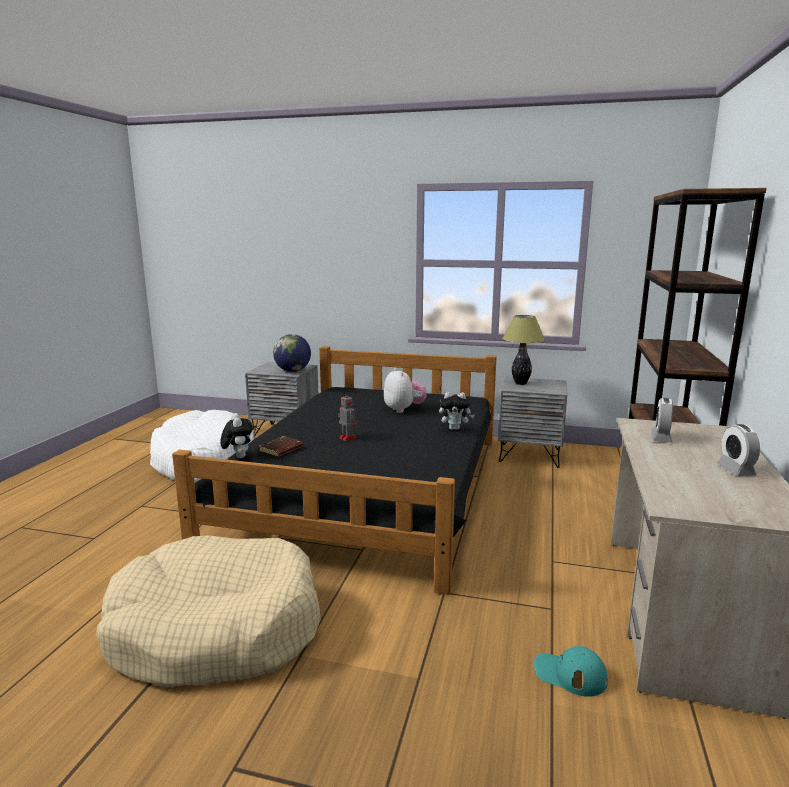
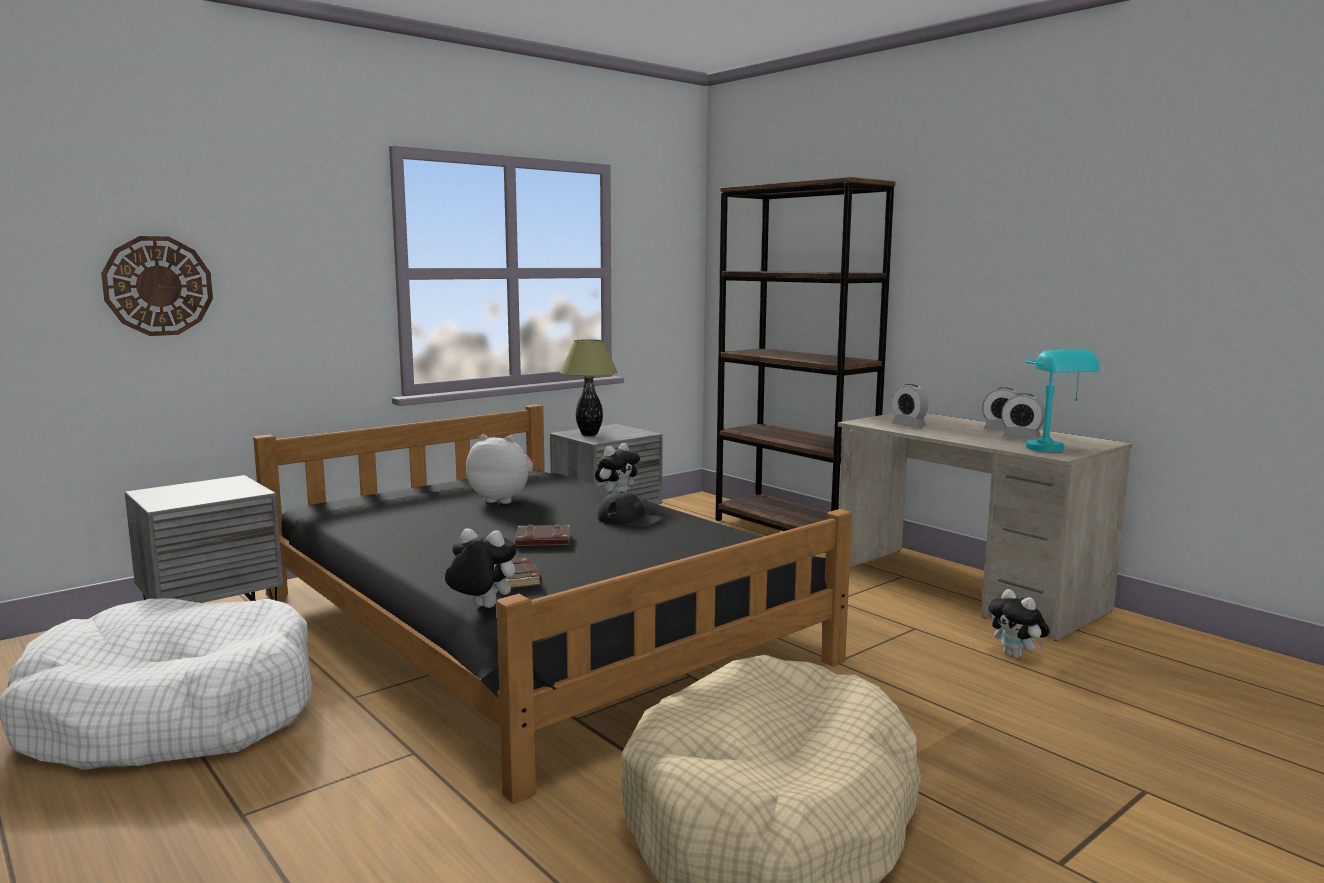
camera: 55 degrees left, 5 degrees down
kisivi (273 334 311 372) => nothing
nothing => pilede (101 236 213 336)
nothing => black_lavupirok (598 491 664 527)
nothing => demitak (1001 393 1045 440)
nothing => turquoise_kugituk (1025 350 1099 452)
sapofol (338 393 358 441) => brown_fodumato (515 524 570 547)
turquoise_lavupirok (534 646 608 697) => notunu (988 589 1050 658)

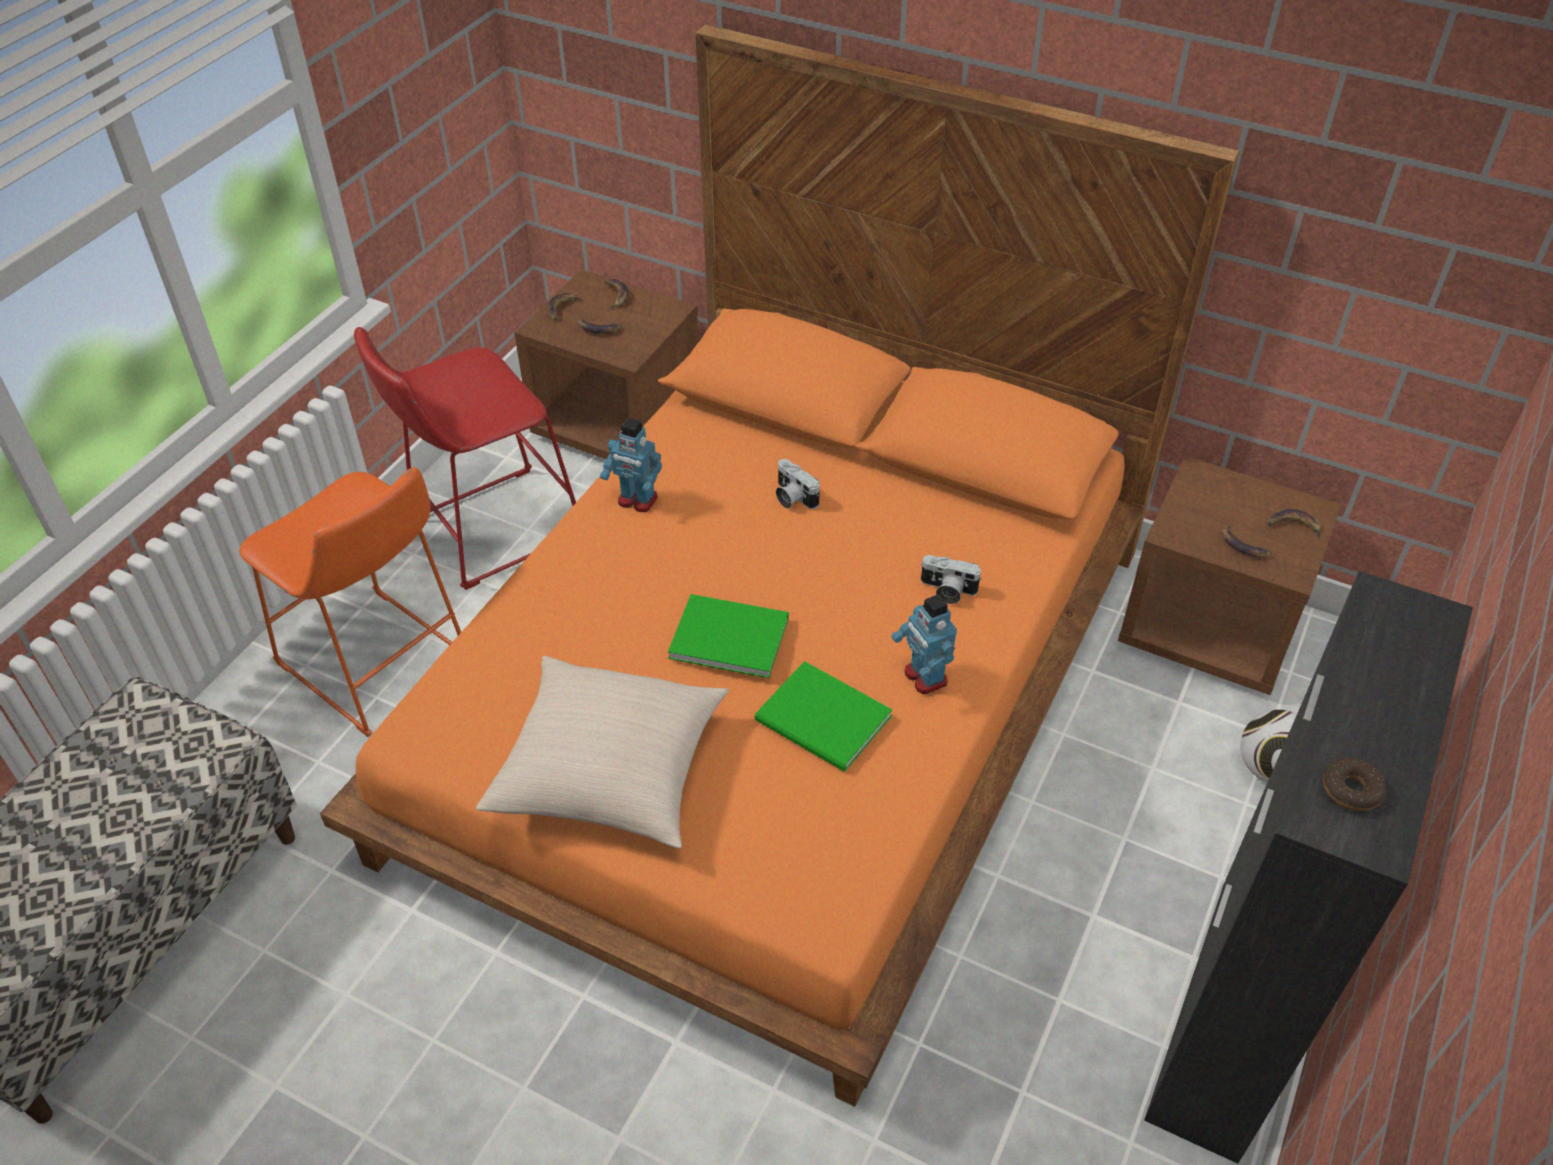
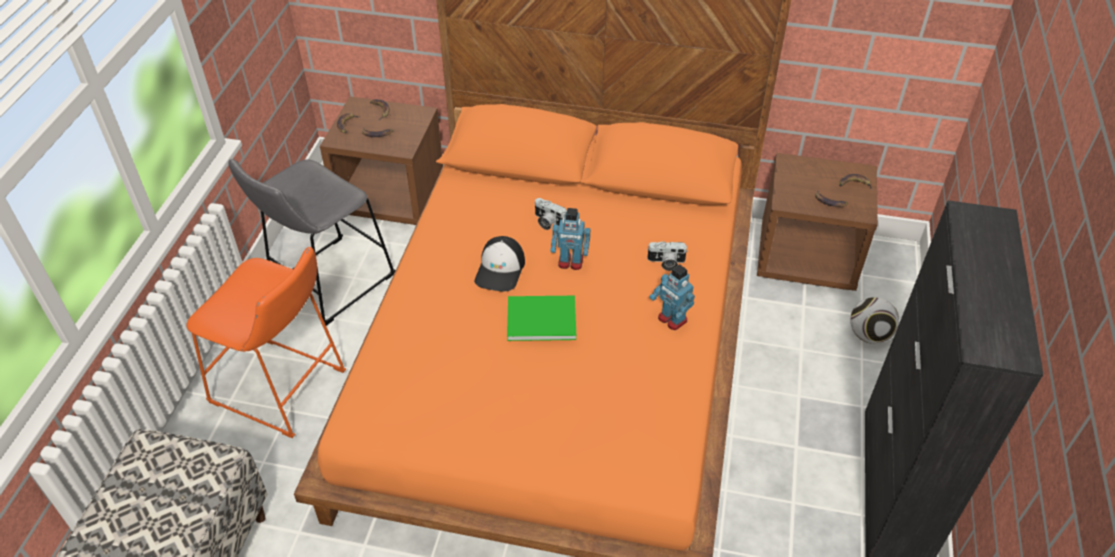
camera: 15 degrees left, 0 degrees up
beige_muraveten (476 656 729 849) => nothing
green_fodumato (755 661 892 772) => nothing
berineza (1323 758 1386 812) => nothing
nothing => lavupirok (474 236 525 292)
sapofol (600 418 662 512) => sapofol (550 208 590 270), shifted
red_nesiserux (354 327 576 590) => grey_nesiserux (228 159 395 326)

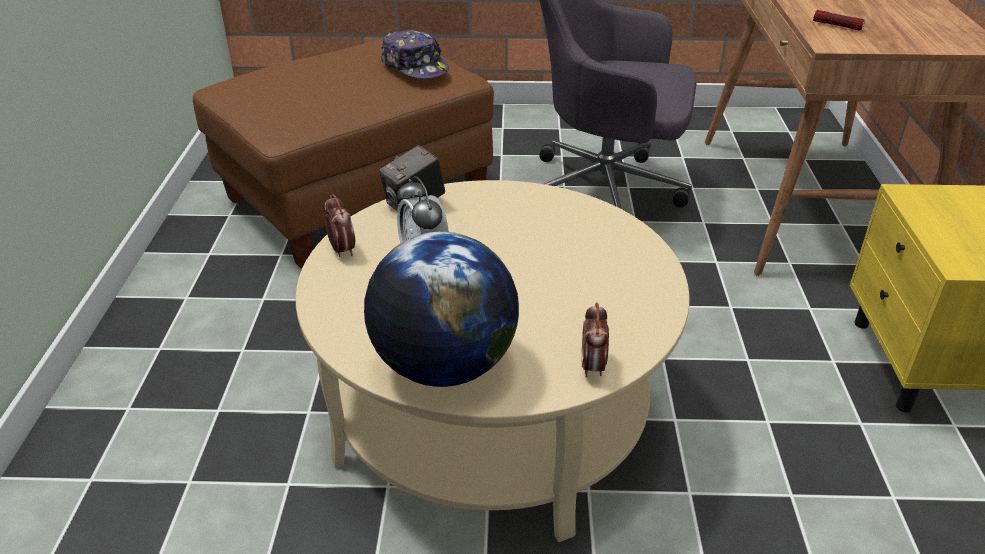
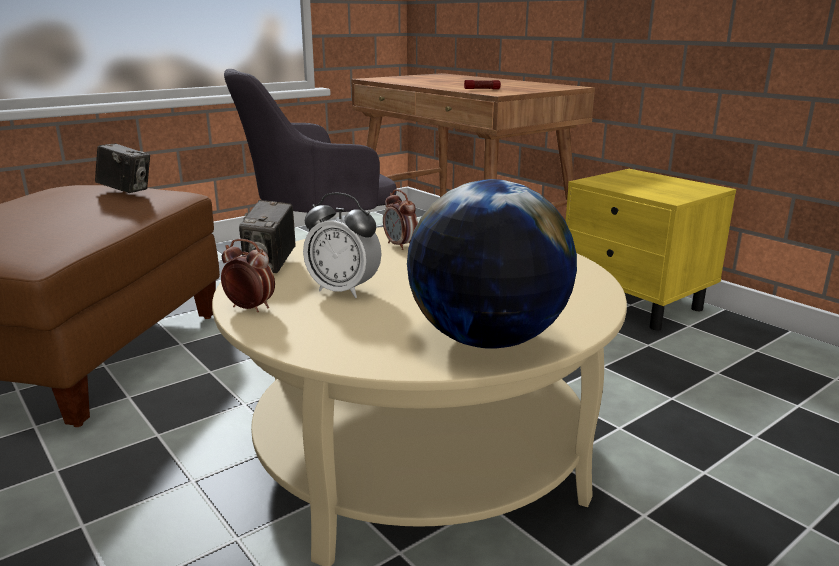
camera: 40 degrees left, 15 degrees down
demitak (582 302 609 377) => demitak (383 189 418 250), shifted
lavupirok (381 29 449 79) => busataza (95 143 150 193)

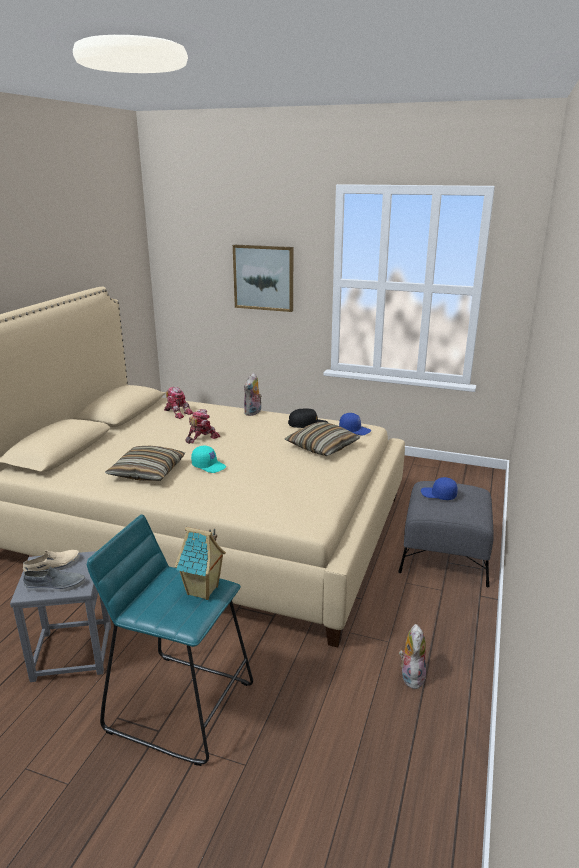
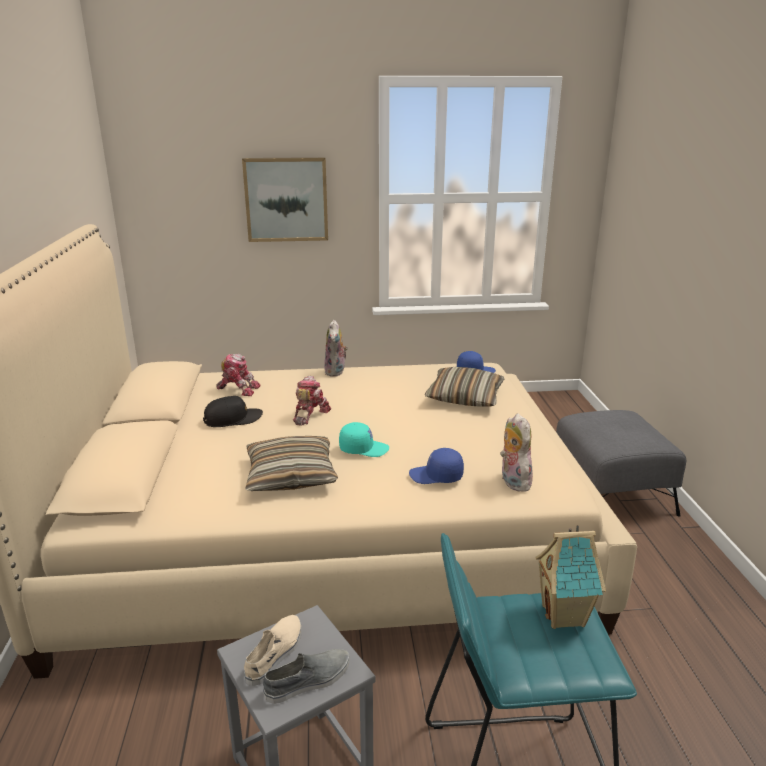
camera: 25 degrees left, 0 degrees up
black_lavupirok (288 409 328 428) => black_lavupirok (203 396 263 427), shifted
notunu (399 624 426 689) => notunu (500 413 533 492), shifted
blue_lavupirok (421 477 458 500) => blue_lavupirok (409 448 464 484), shifted

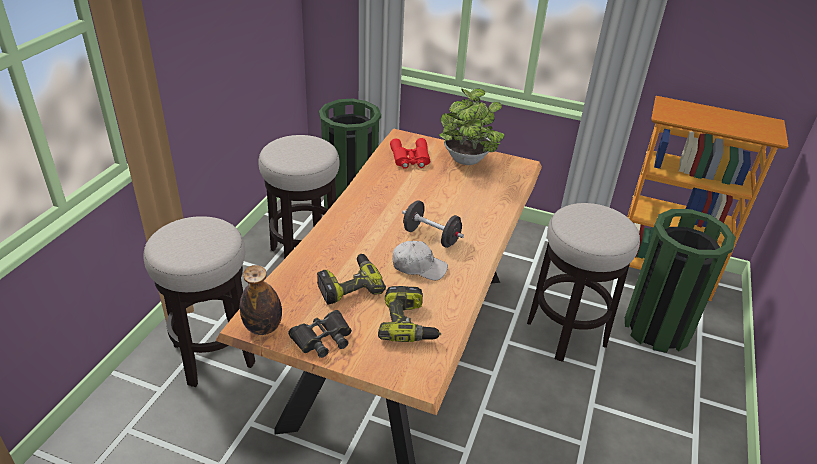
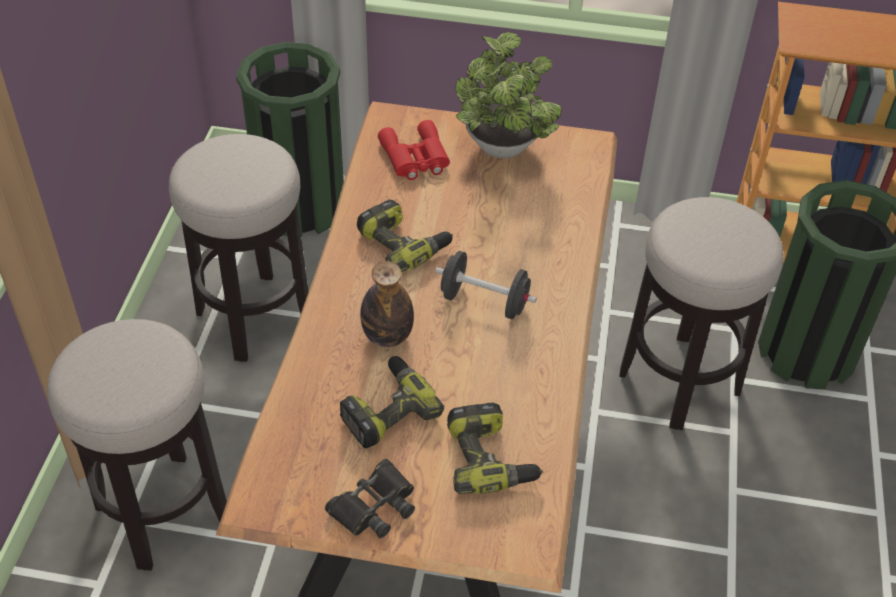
camera: 10 degrees left, 10 degrees up
white_lavupirok (393 241 448 281) => nothing
nothing => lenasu (357 200 453 272)
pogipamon (240 265 282 335) => pogipamon (360 261 414 347), shifted

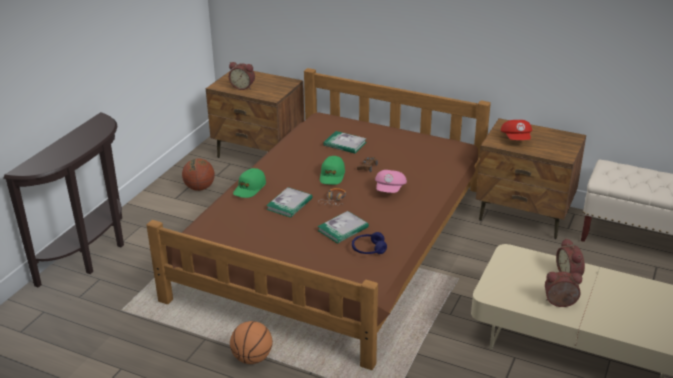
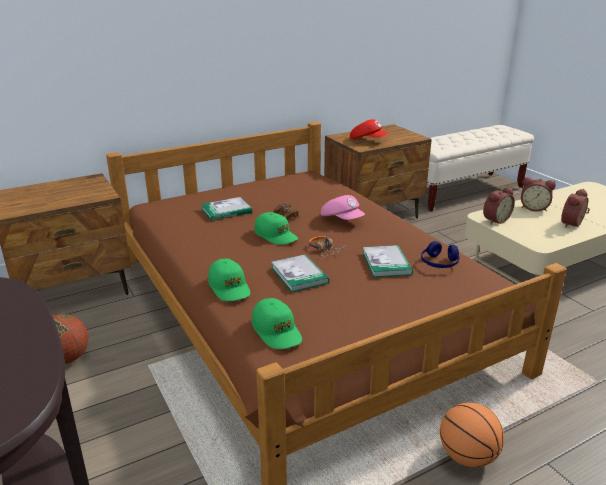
camera: 55 degrees left, 5 degrees down
nothing => green_lavupirok (252 298 302 349)
demitak (229 62 255 90) => demitak (483 187 515 225), shifted

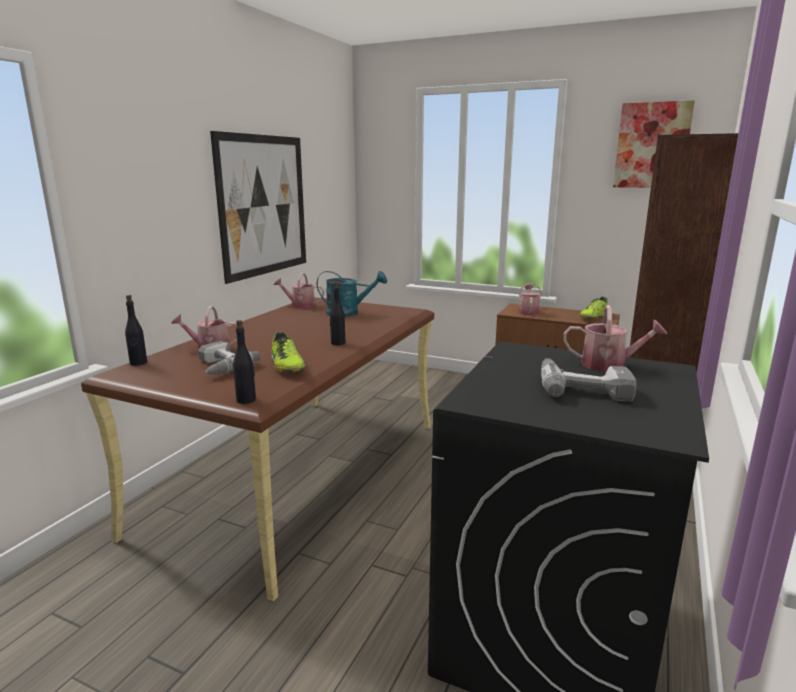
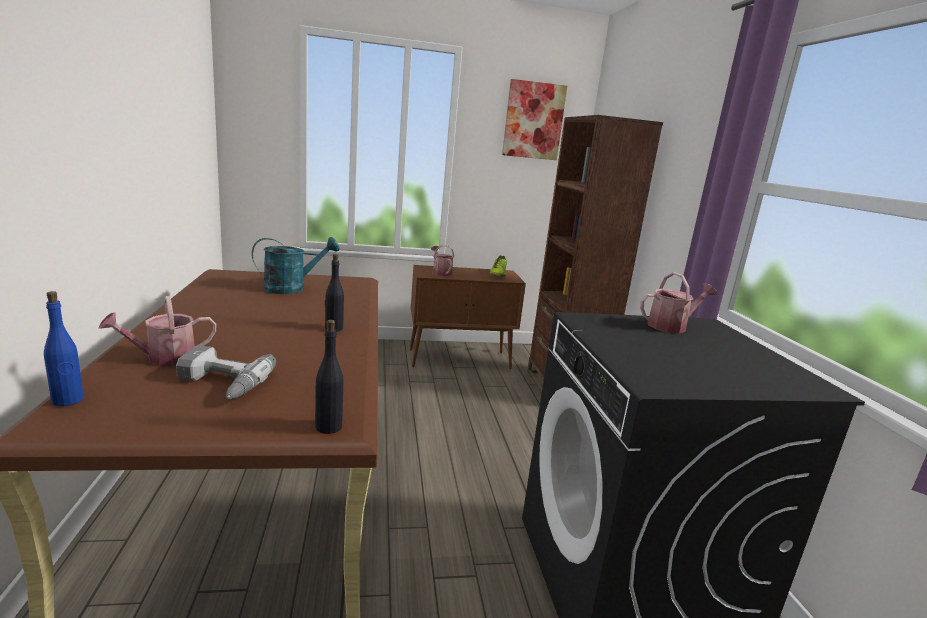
camera: 35 degrees left, 0 degrees up
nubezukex (210 131 306 284) => nothing
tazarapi (271 332 305 372) => nothing
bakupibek (273 273 324 308) => nothing
lenasu (541 358 637 402) => nothing
black_pogipamon (125 295 147 366) => blue_pogipamon (44 291 84 406)

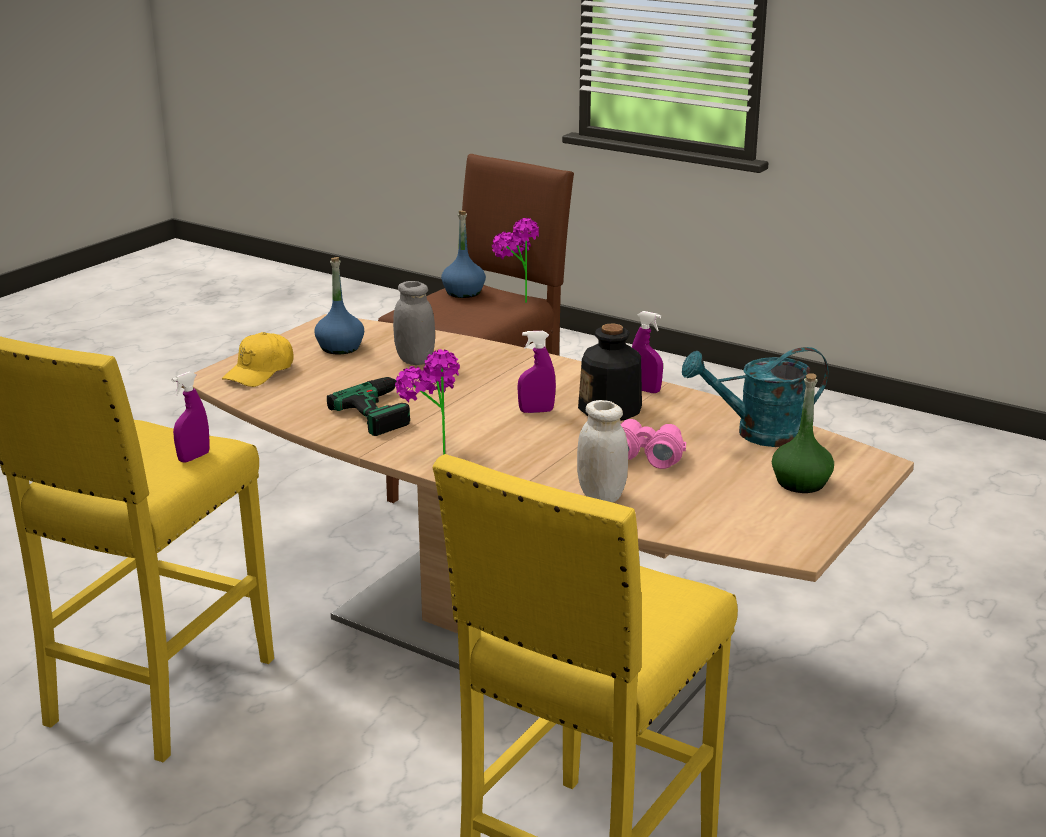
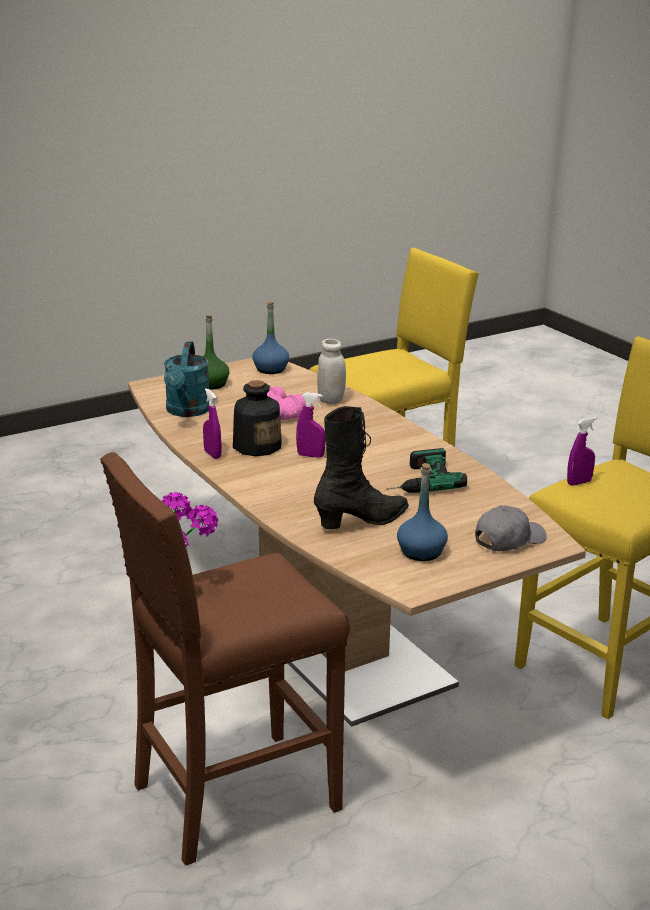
camera: 155 degrees left, 0 degrees up
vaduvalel (395 349 460 455) => nothing
blue_pogipamon (441 210 486 298) => blue_pogipamon (252 301 289 374), shifted
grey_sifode (393 281 435 365) => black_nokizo (314 406 409 529)
yellow_lavupirok (222 332 294 387) => grey_lavupirok (475 505 547 551)
turquoise_bakupibek (682 347 828 447) => turquoise_bakupibek (164 341 209 417), 75 degrees clockwise

